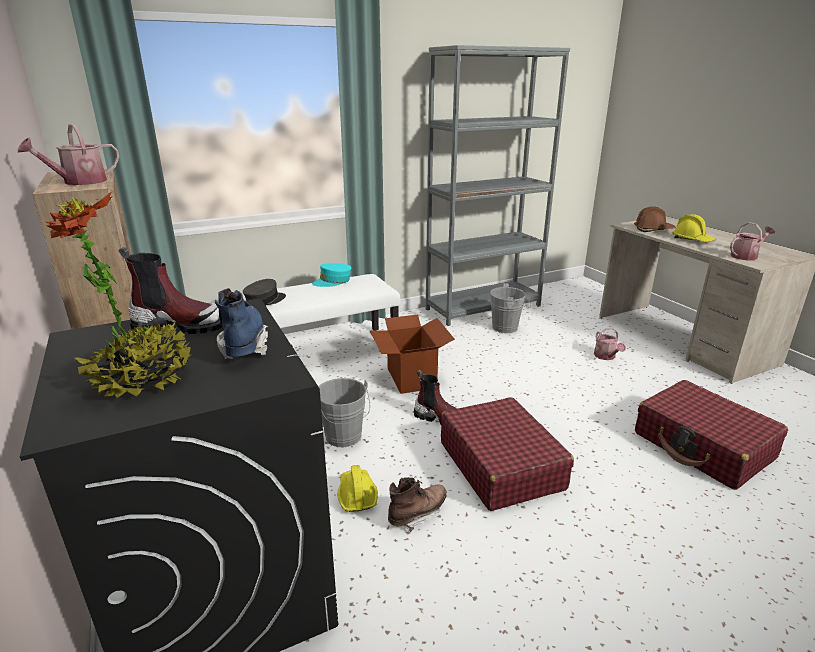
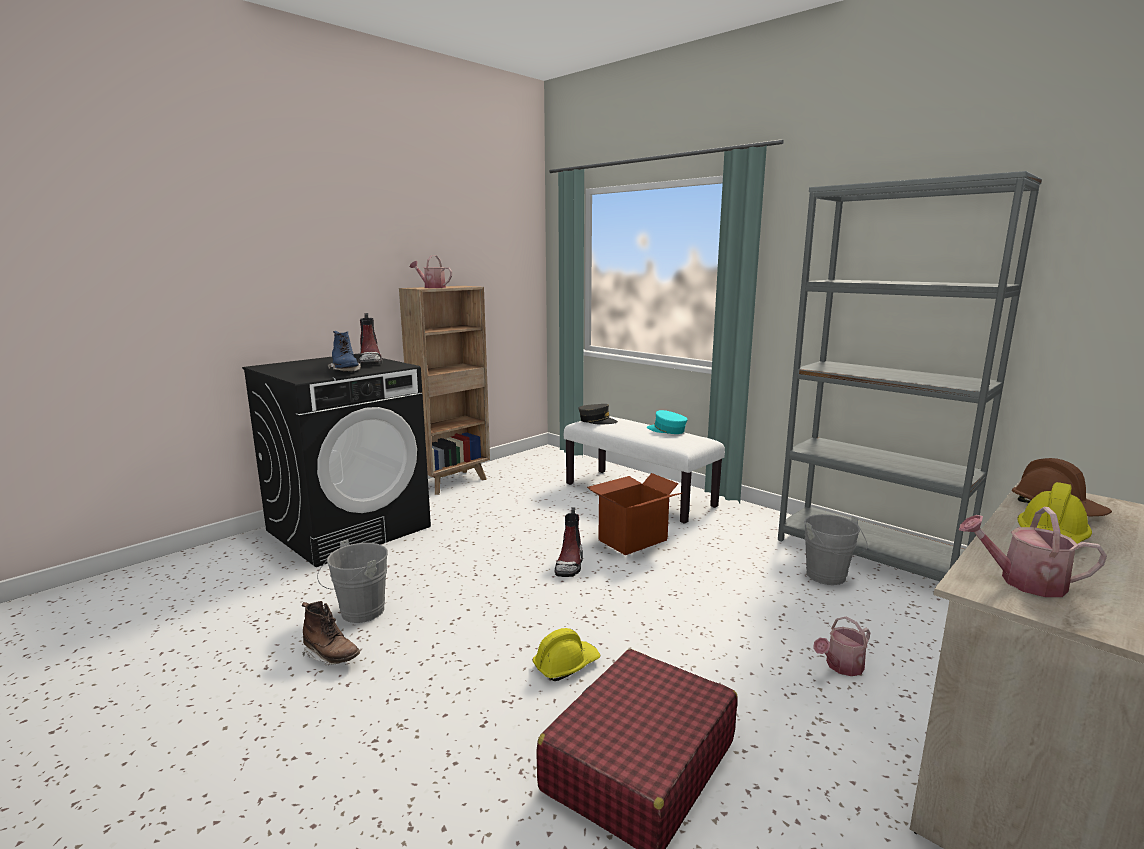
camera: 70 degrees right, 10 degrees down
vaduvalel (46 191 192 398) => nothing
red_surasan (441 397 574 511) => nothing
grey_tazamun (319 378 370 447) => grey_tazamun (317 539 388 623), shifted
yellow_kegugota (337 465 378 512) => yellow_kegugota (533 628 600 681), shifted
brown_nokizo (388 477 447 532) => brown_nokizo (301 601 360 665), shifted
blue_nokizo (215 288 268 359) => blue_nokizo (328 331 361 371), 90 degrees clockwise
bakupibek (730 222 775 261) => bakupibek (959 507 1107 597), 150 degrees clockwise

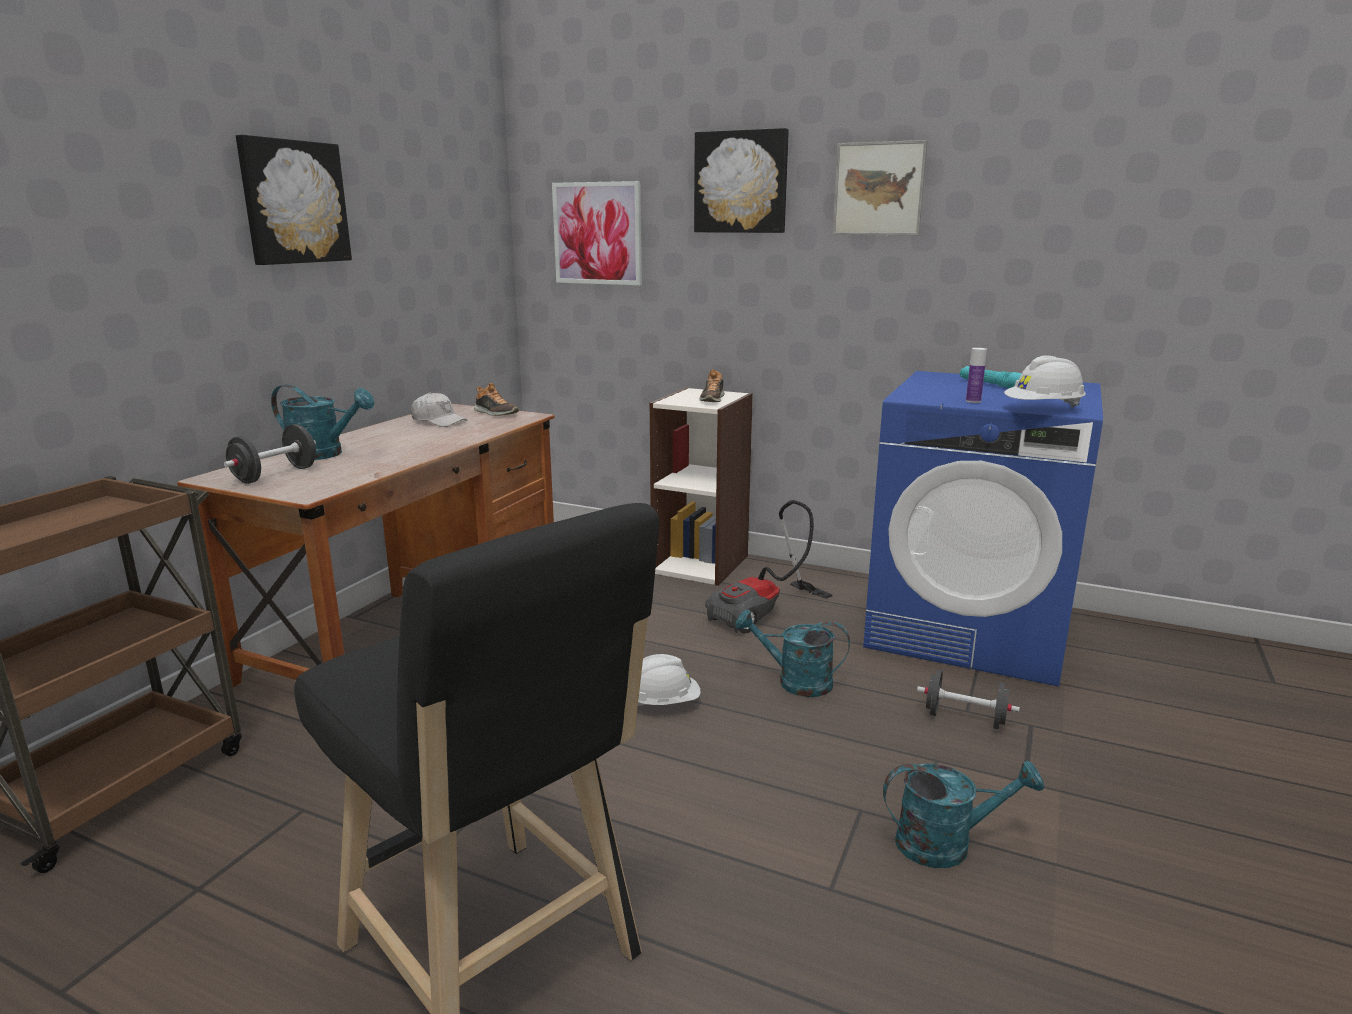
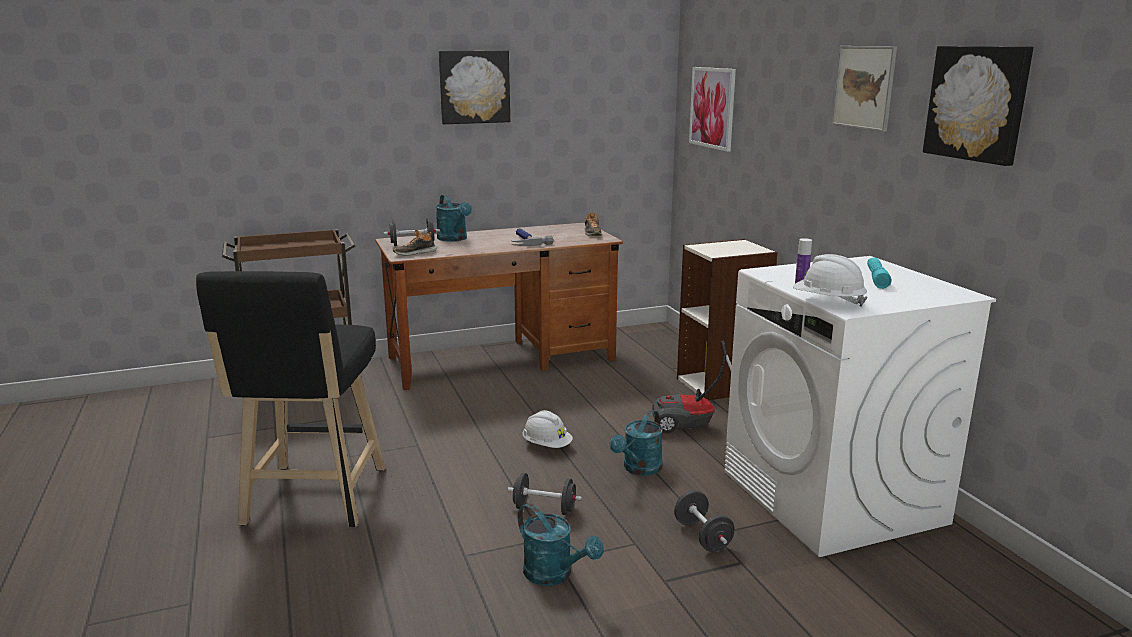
camera: 45 degrees right, 0 degrees up
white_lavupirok (411 392 467 427) => nothing
nothing => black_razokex (508 473 582 515)
nothing => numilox (512 228 553 246)
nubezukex (694 128 789 233) => nubezukex (923 46 1033 166), shifted
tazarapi (699 369 725 402) => tazarapi (393 229 437 256), shifted
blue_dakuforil (863 371 1103 686) => white_dakuforil (724 256 996 557)
turquoise_bakupibek (735 609 850 697) => turquoise_bakupibek (610 410 663 476), 120 degrees counterclockwise

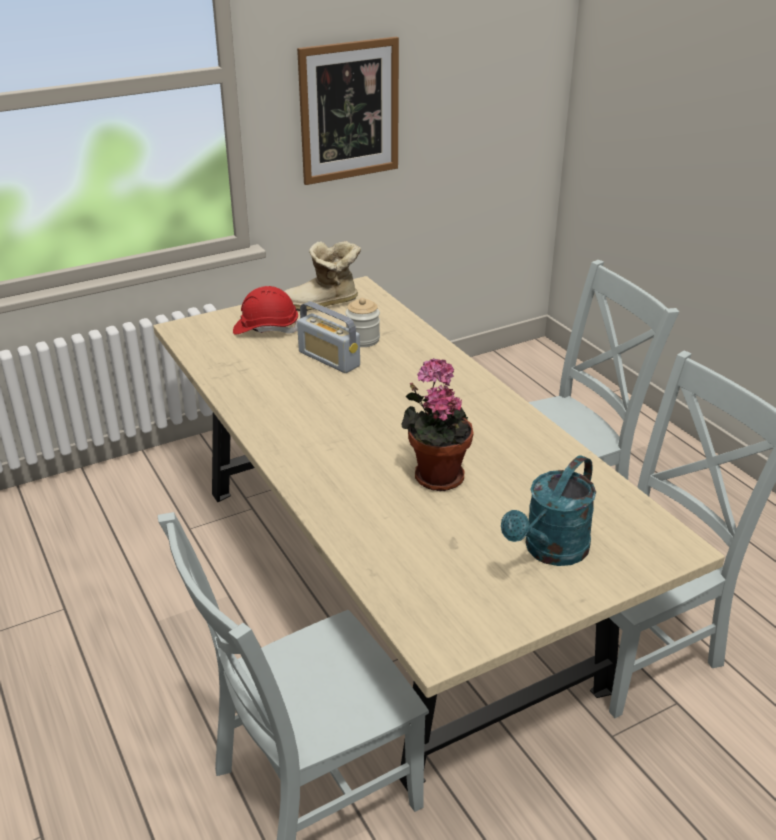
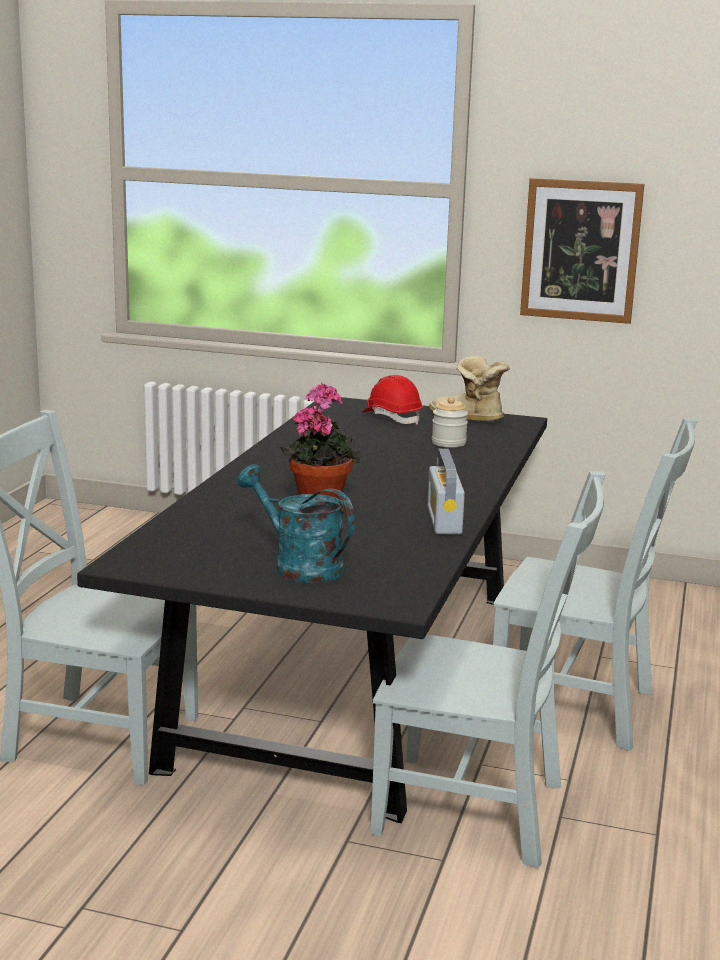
camera: 45 degrees right, 15 degrees down
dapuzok (297 301 360 373) => dapuzok (427 449 465 535), shifted
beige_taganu (153 276 725 792) => black_taganu (77 397 547 823)
turquoise_bakupibek (501 455 596 566) => turquoise_bakupibek (237 464 355 583), 45 degrees clockwise

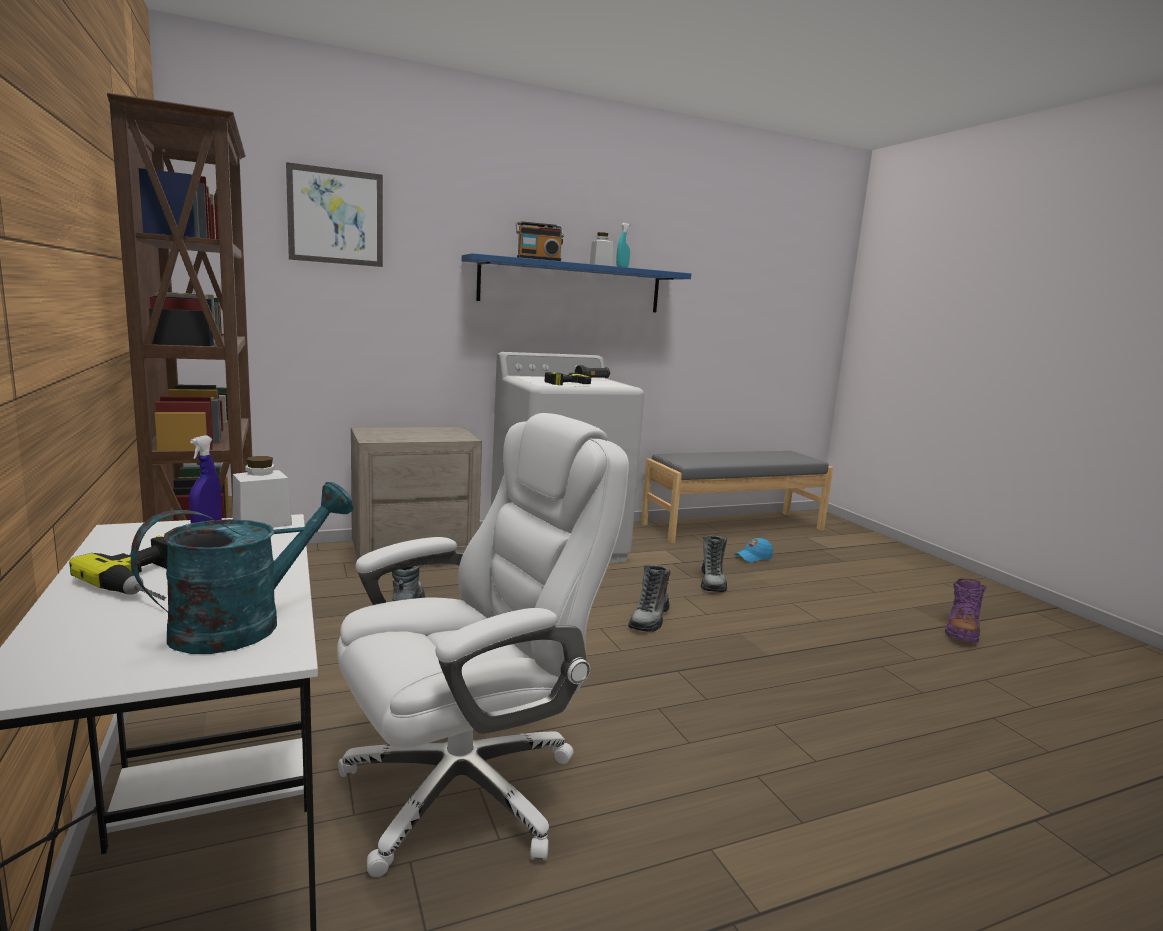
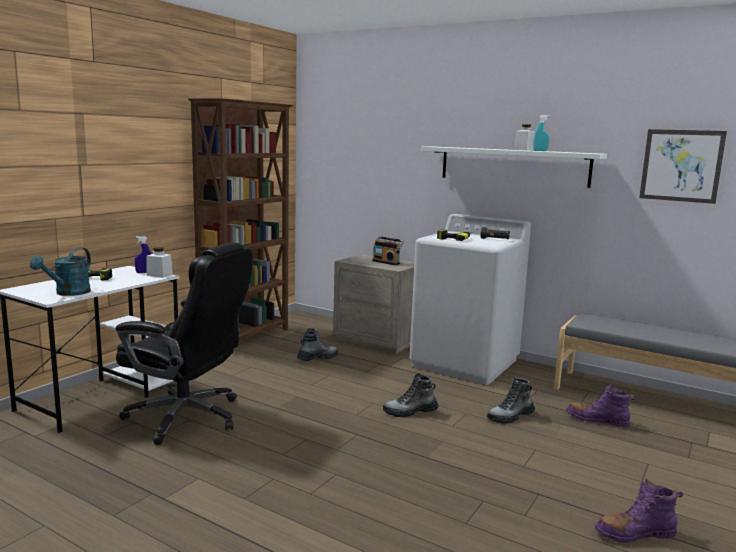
camera: 55 degrees right, 0 degrees up
nubezukex (286 162 383 267) => nubezukex (639 129 727 204), shifted
dapuzok (516 221 564 261) => dapuzok (372 236 404 265), shifted
blue_lavupirok (735 538 773 563) => purple_nokizo (566 383 636 428)
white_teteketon (337 413 629 877) => black_teteketon (115 242 253 445)
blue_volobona (462 253 691 312) => white_volobona (421 147 608 188)
turquoise_bakupibek (131 482 354 654) => turquoise_bakupibek (30 247 91 296), 105 degrees clockwise

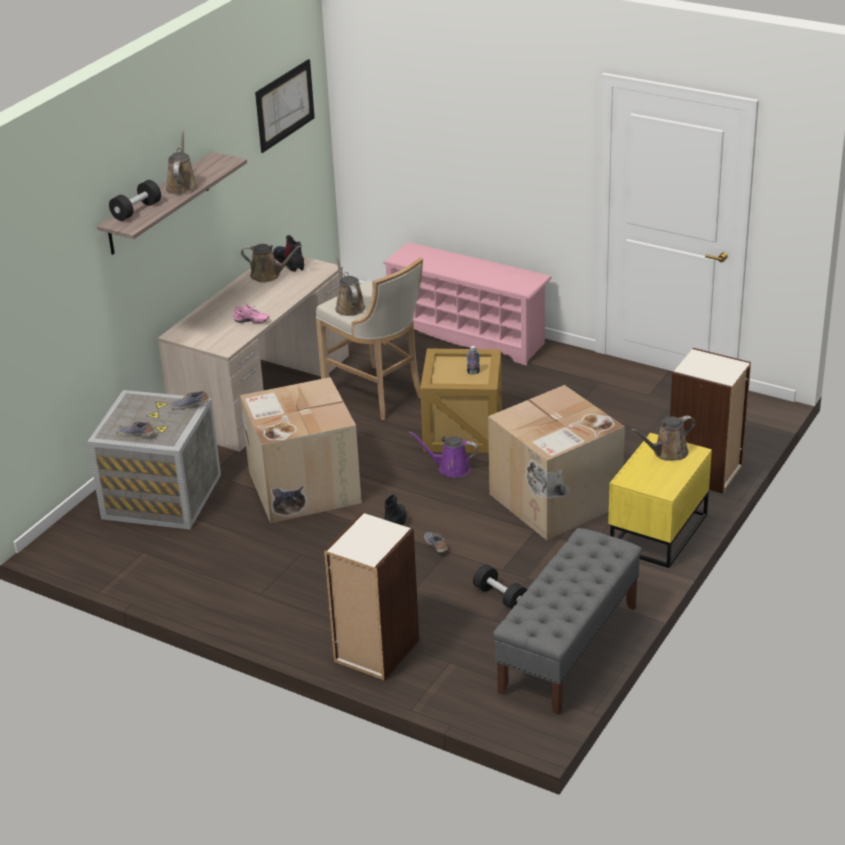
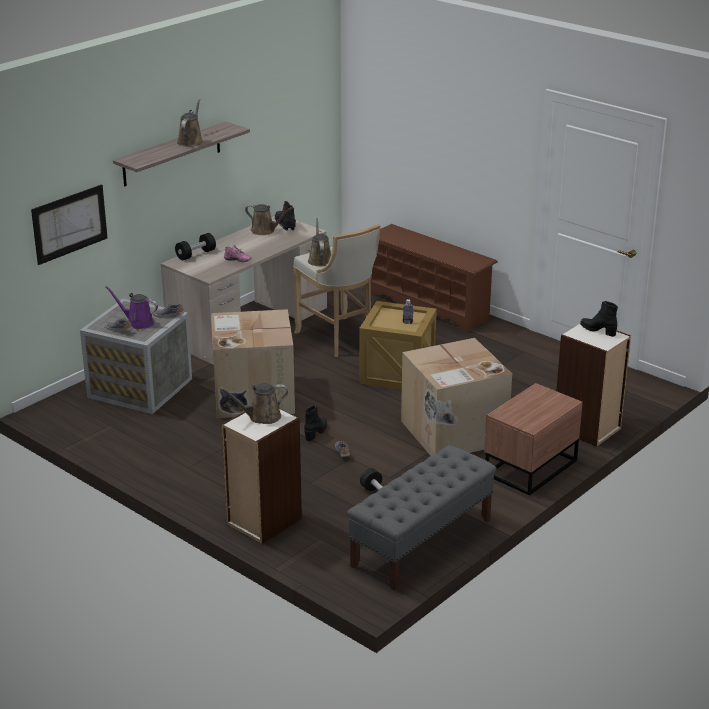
camera: 10 degrees right, 5 degrees down
nothing => black_nokizo (580 301 618 337)
black_razokex (109 180 161 221) => black_razokex (175 233 216 260), shifted
nubezukex (255 59 315 153) => nubezukex (31 184 107 265), shifted
purple_bakupibek (409 432 478 478) => purple_bakupibek (105 286 158 329), shifted
brown_bakupibek (631 416 695 461) => brown_bakupibek (219 383 288 424), shifted
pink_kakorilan (383 242 552 365) => brown_kakorilan (371 224 498 332)
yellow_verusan (608 433 712 568) => brown_verusan (484 383 583 496)

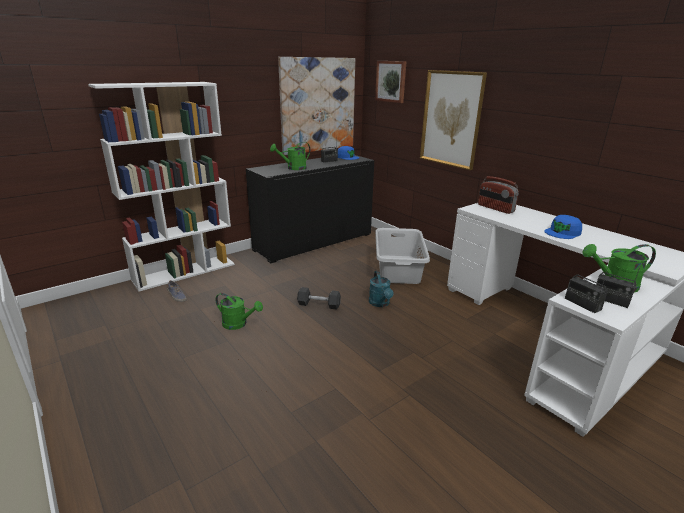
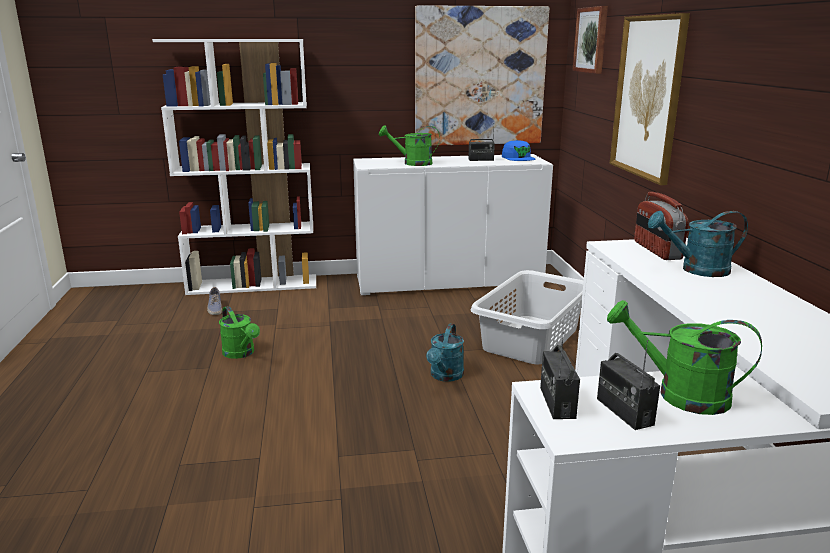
camera: 30 degrees right, 5 degrees down
grey_razokex (297 287 341 310) => nothing
blue_lavupirok (544 215 582 239) => nothing
nothing => turquoise_bakupibek (648 211 748 277)
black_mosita (246 155 374 263) => white_mosita (353 154 553 295)

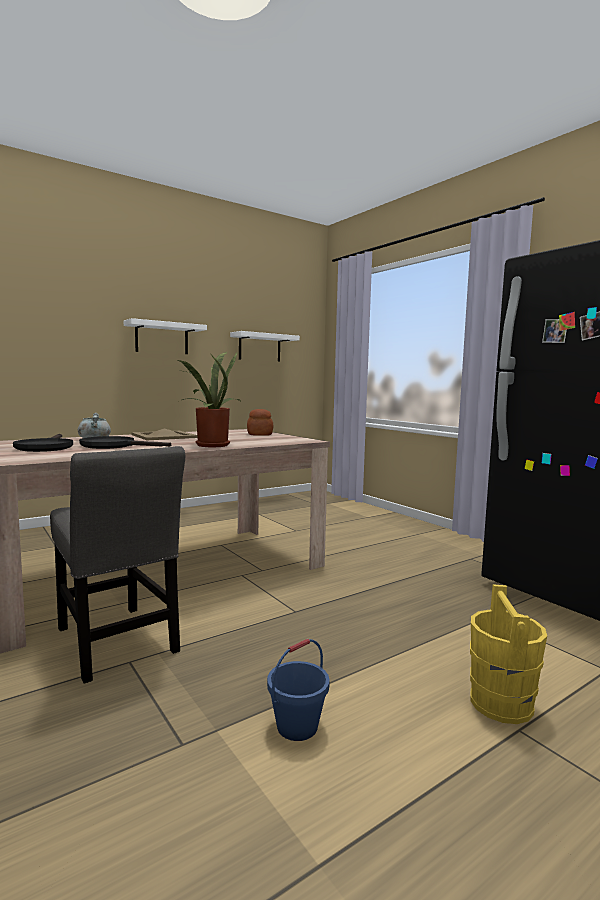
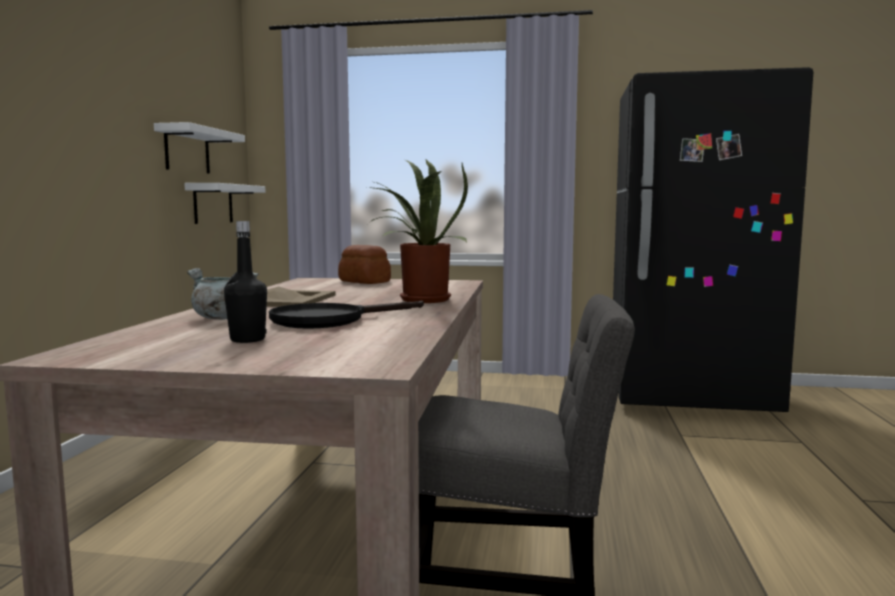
camera: 45 degrees left, 0 degrees up
blue_tazamun (267 639 330 741) => nothing
yellow_tazamun (470 584 547 724) => nothing
white_volobona (124 318 207 354) => white_volobona (184 183 265 224), shifted
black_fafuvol (13 434 73 452) => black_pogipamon (224 221 267 343)

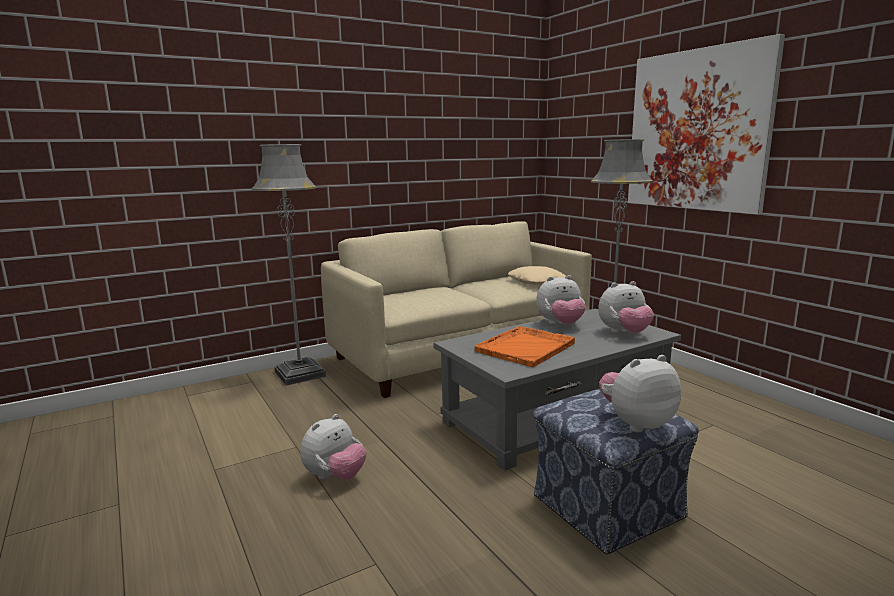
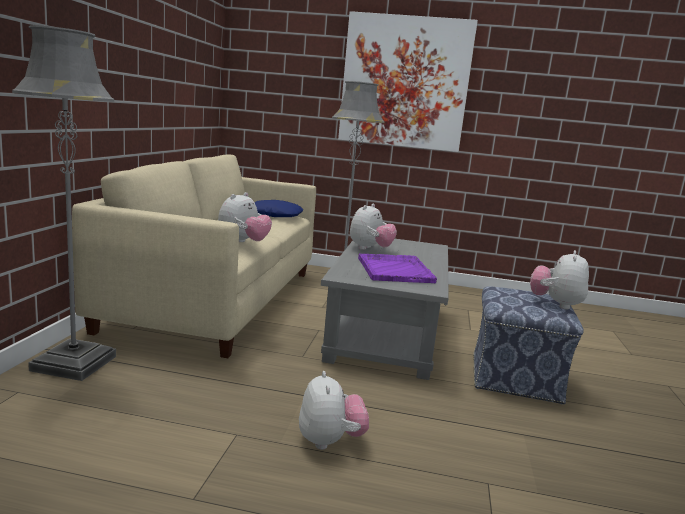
camera: 50 degrees left, 0 degrees up
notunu (598 281 654 333) => notunu (218 192 272 242), shifted
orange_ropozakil (475 326 575 367) => purple_ropozakil (358 253 437 283)
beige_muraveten (508 266 566 285) => blue_muraveten (254 200 303 217)

